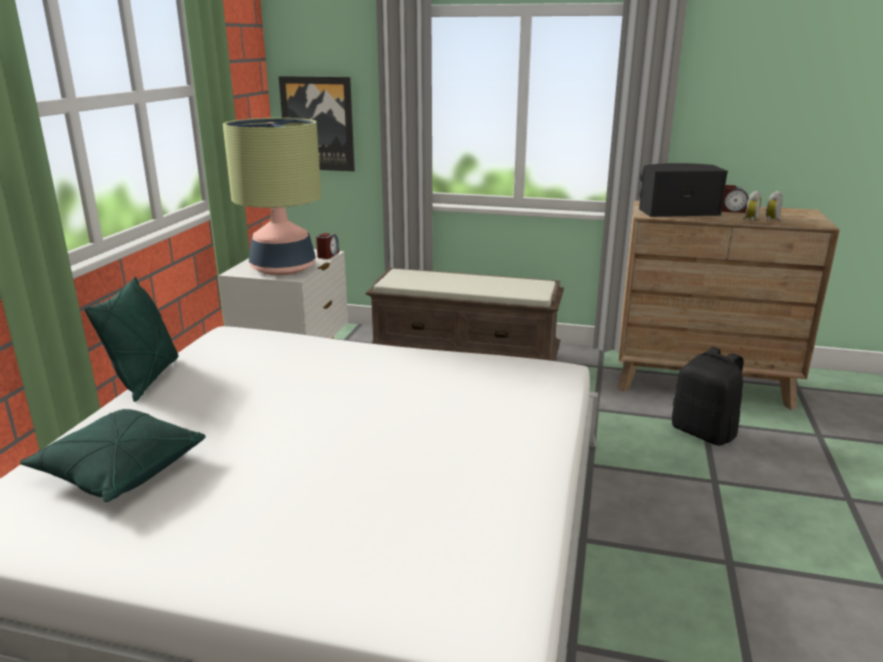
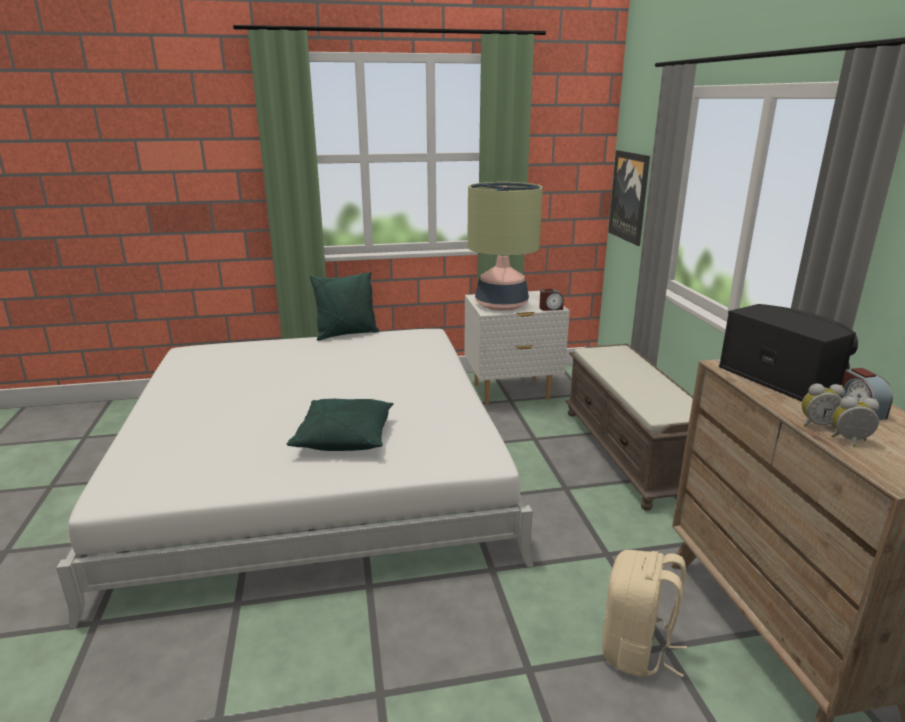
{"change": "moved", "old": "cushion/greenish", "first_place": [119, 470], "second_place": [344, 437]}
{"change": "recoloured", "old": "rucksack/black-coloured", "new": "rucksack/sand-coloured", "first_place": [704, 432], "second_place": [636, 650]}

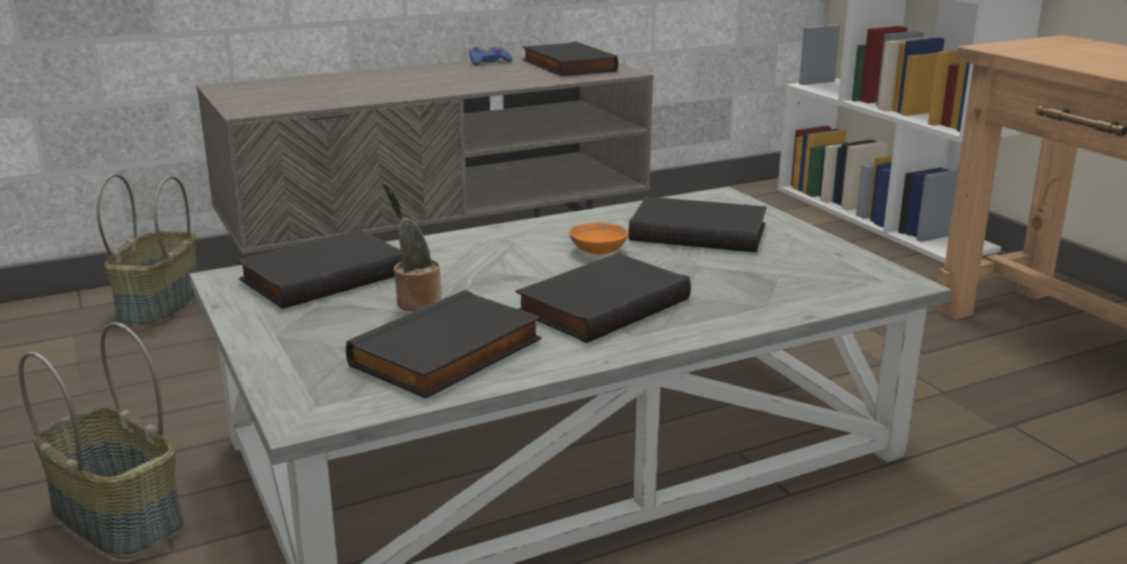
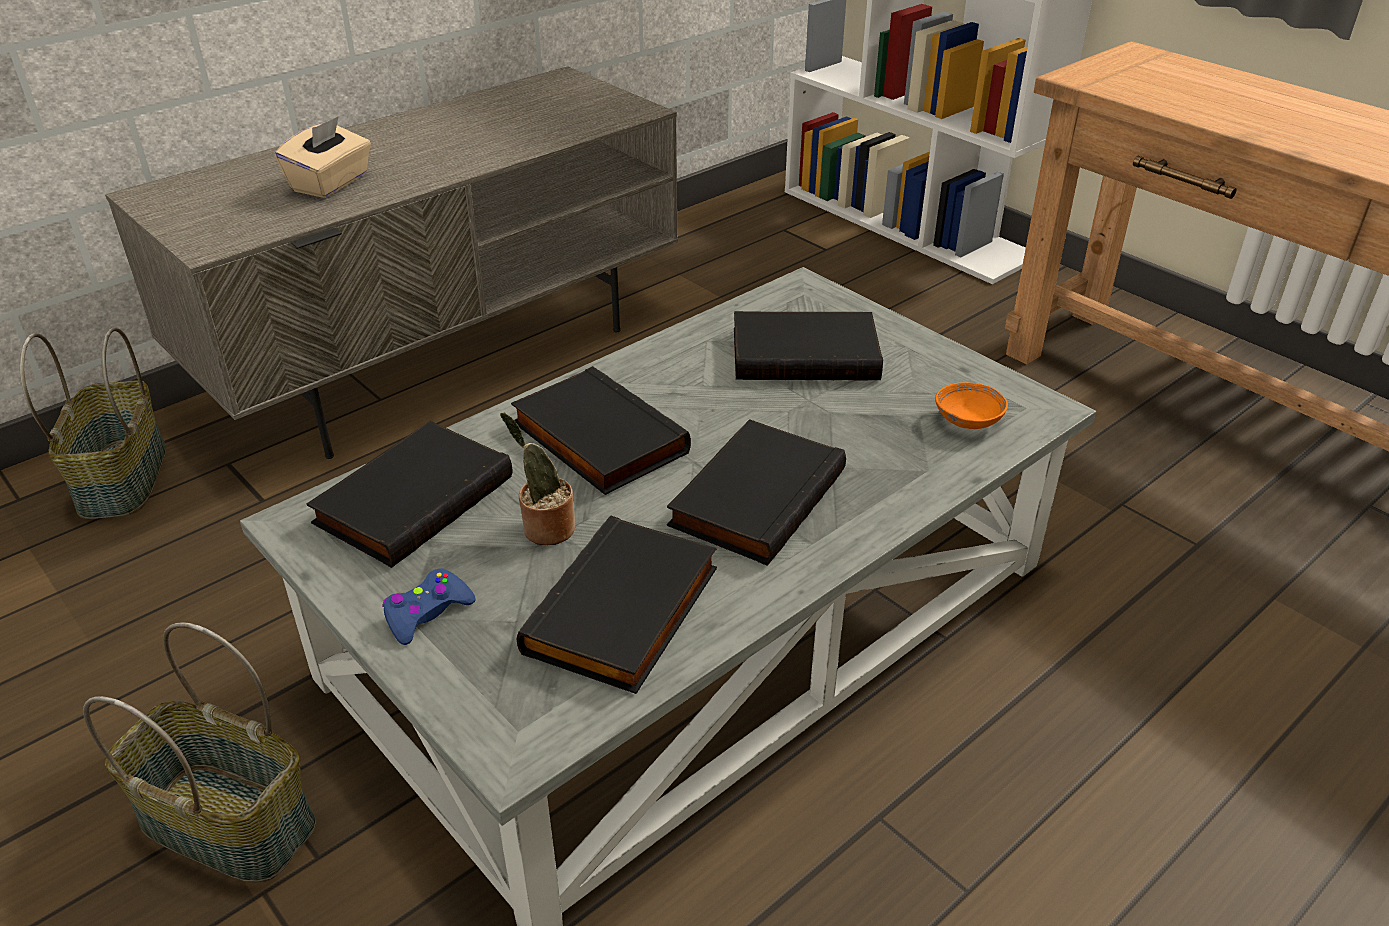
{"change": "added", "new": "box of tissues/sand-coloured", "second_place": [331, 183]}
{"change": "moved", "old": "joypad/blue-coloured", "first_place": [488, 62], "second_place": [427, 613]}
{"change": "moved", "old": "volume/black-coloured", "first_place": [566, 66], "second_place": [595, 438]}
{"change": "moved", "old": "bowl/orange", "first_place": [598, 251], "second_place": [967, 421]}

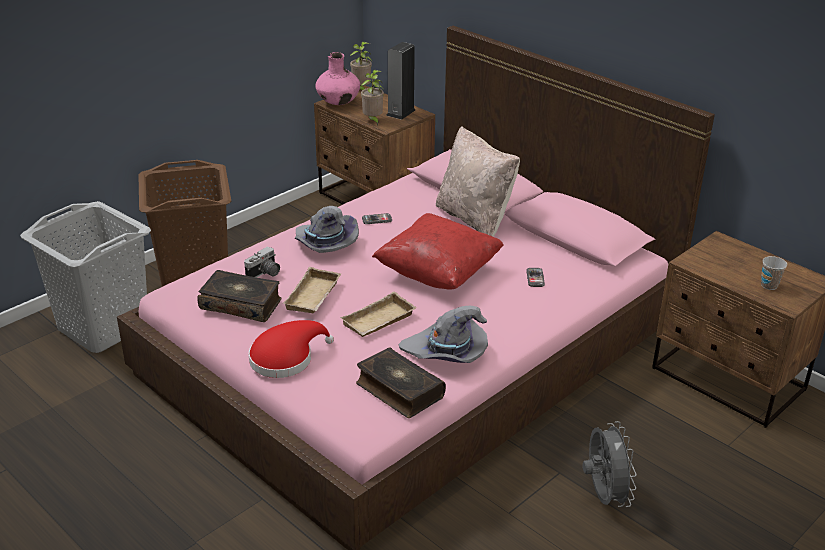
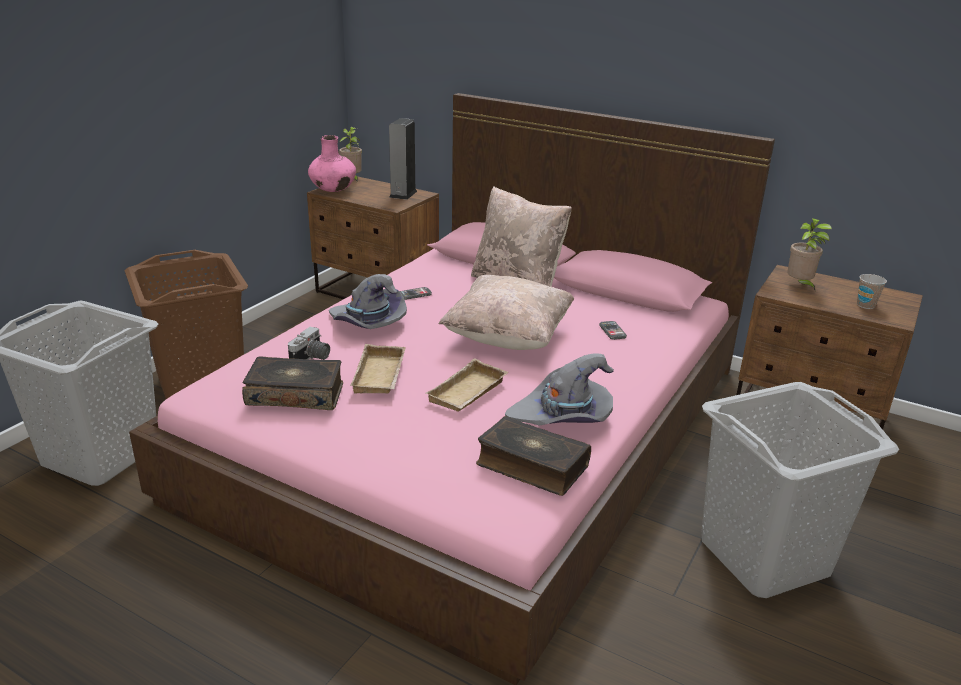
{"change": "recoloured", "old": "cushion/red-coloured", "new": "cushion/sand-coloured", "first_place": [438, 273], "second_place": [508, 337]}
{"change": "replaced", "old": "electric fan/grey", "new": "laundry basket/grey", "first_place": [603, 496], "second_place": [763, 556]}
{"change": "moved", "old": "houseplant", "first_place": [372, 121], "second_place": [800, 285]}
{"change": "removed", "old": "hat/red-coloured", "first_place": [286, 358]}

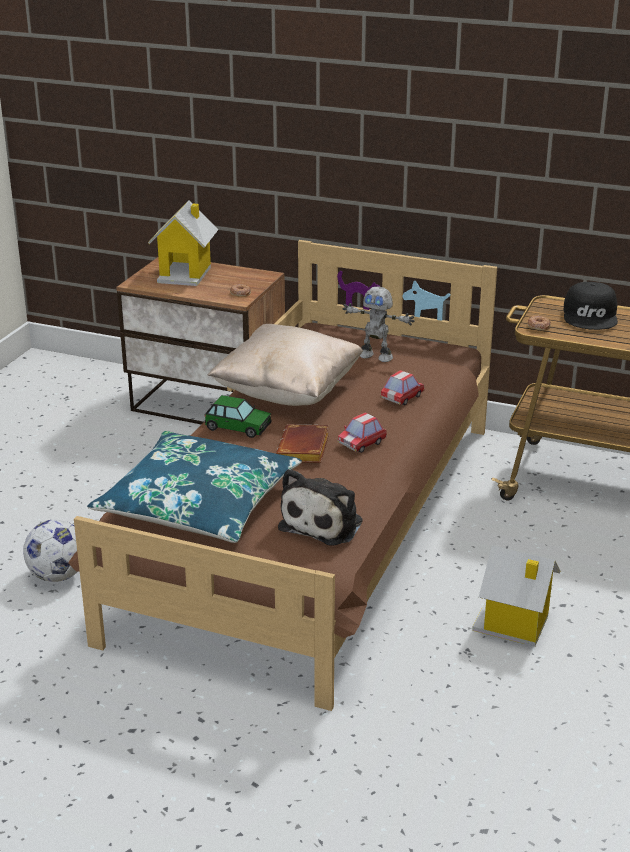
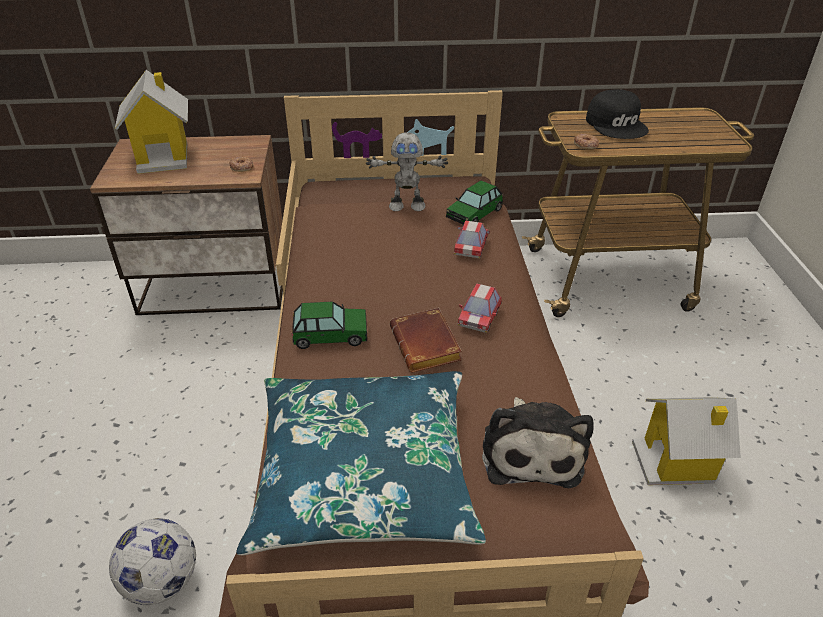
{"change": "added", "new": "model car", "second_place": [474, 214]}
{"change": "removed", "old": "cushion/sand-coloured", "first_place": [288, 393]}

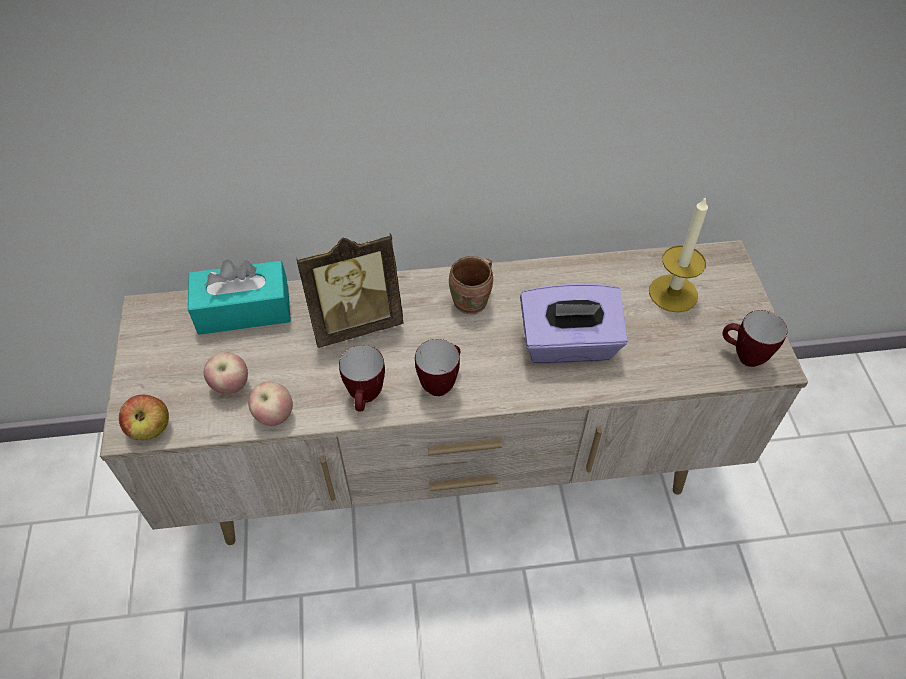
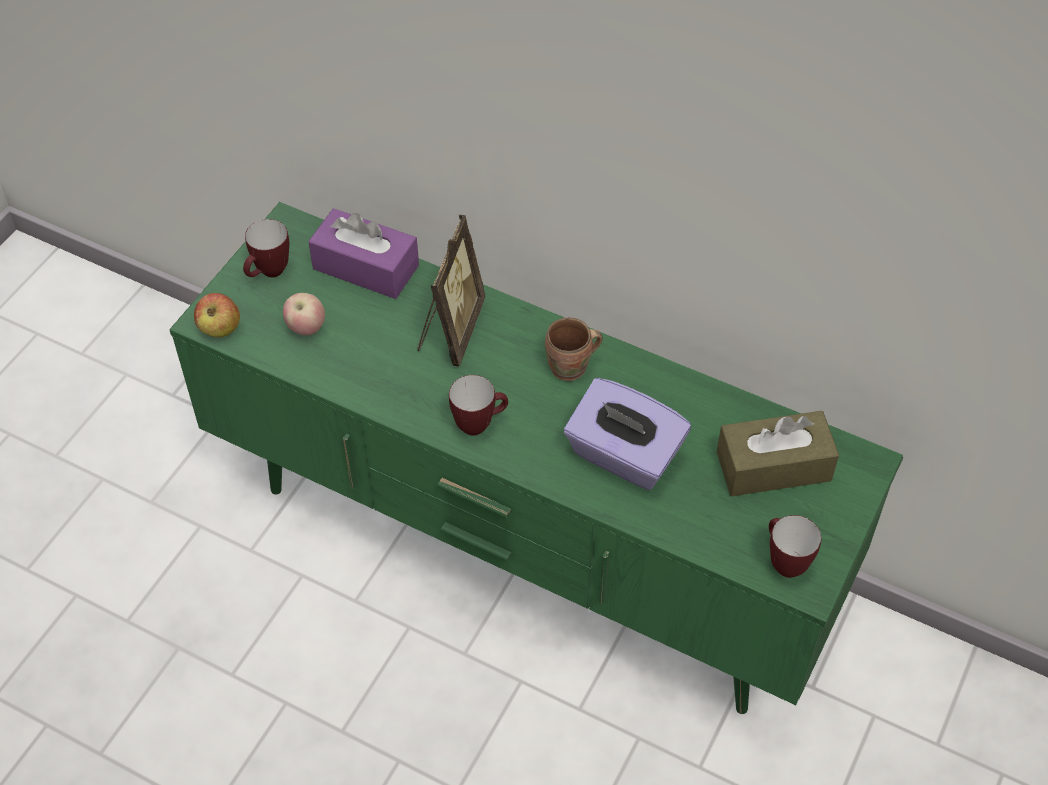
{"change": "recoloured", "old": "tv stand/sand-coloured", "new": "tv stand/greenish", "first_place": [452, 473], "second_place": [524, 553]}
{"change": "moved", "old": "coffee mug", "first_place": [366, 399], "second_place": [269, 274]}
{"change": "recoloured", "old": "box of tissues/blue-green", "new": "box of tissues/purple-coloured", "first_place": [244, 310], "second_place": [366, 267]}
{"change": "turned", "old": "photo frame", "first_place": [355, 323], "second_place": [450, 330], "degrees": -90}
{"change": "replaced", "old": "candle", "new": "box of tissues/brown-coloured", "first_place": [673, 293], "second_place": [773, 466]}
{"change": "removed", "old": "whole apple", "first_place": [274, 416]}

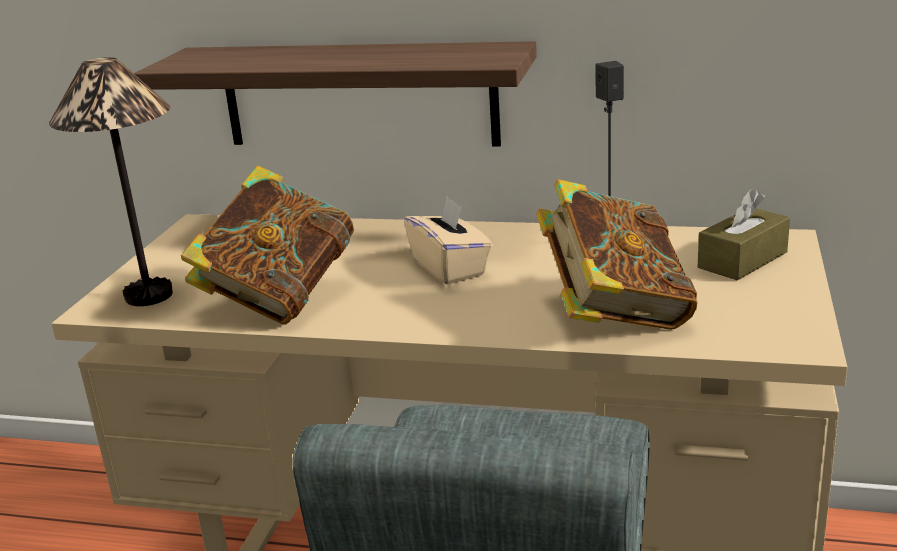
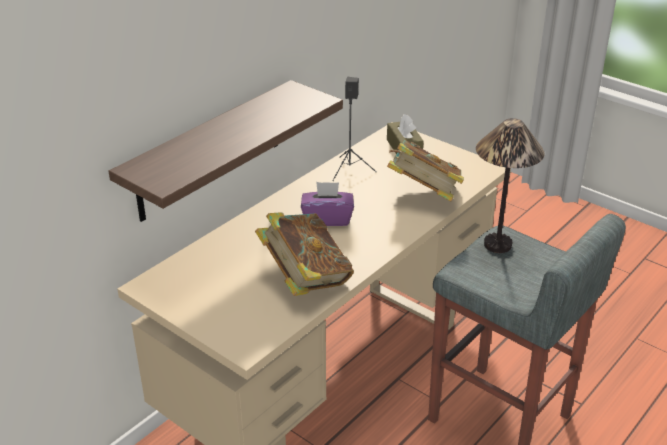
{"change": "recoloured", "old": "box of tissues/sand-coloured", "new": "box of tissues/purple-coloured", "first_place": [450, 268], "second_place": [327, 219]}
{"change": "moved", "old": "lamp for a table", "first_place": [149, 295], "second_place": [497, 244]}

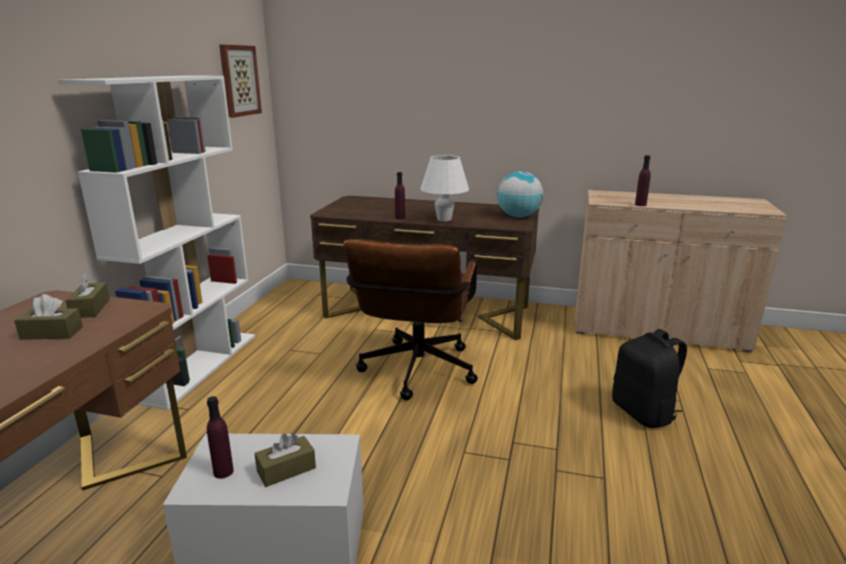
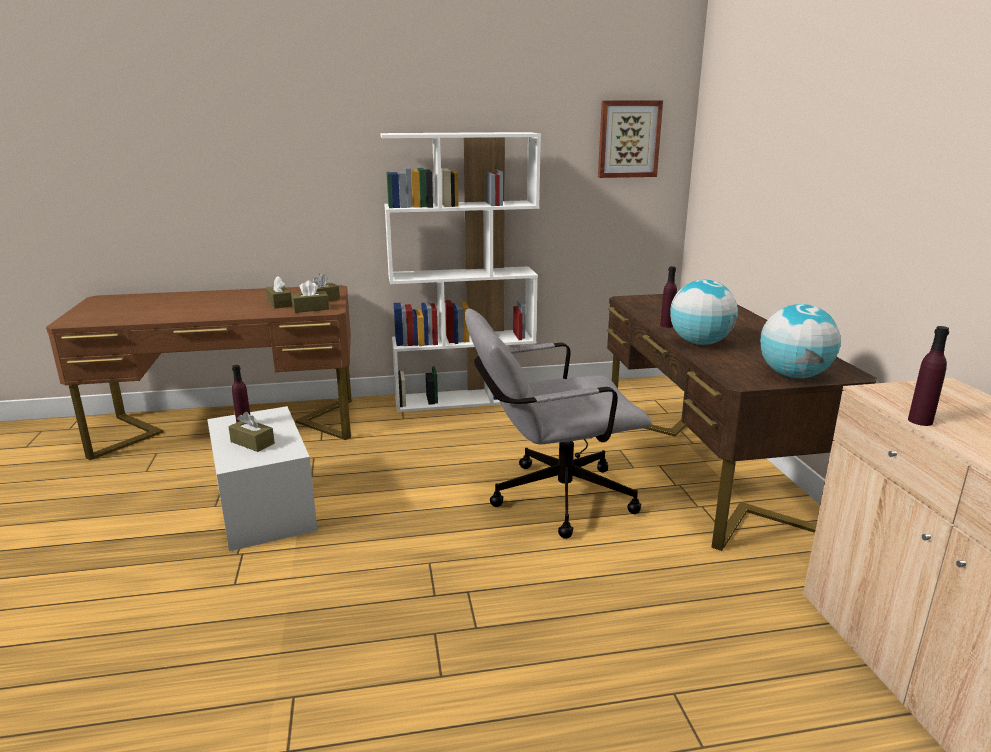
{"change": "added", "new": "box of tissues/brown-coloured", "second_place": [311, 309]}
{"change": "recoloured", "old": "desk chair/brown-coloured", "new": "desk chair/grey", "first_place": [415, 374], "second_place": [550, 498]}
{"change": "replaced", "old": "lamp for a table/white-coloured", "new": "world globe", "first_place": [444, 219], "second_place": [699, 343]}
{"change": "removed", "old": "rucksack/black-coloured", "first_place": [644, 413]}

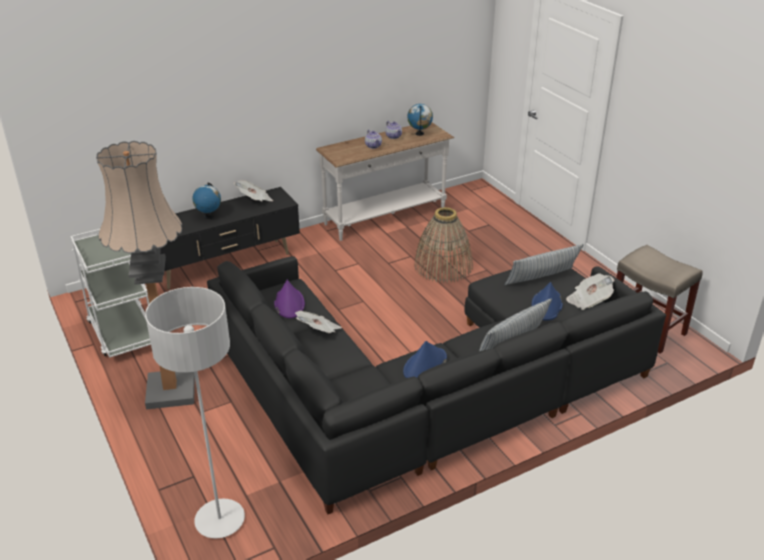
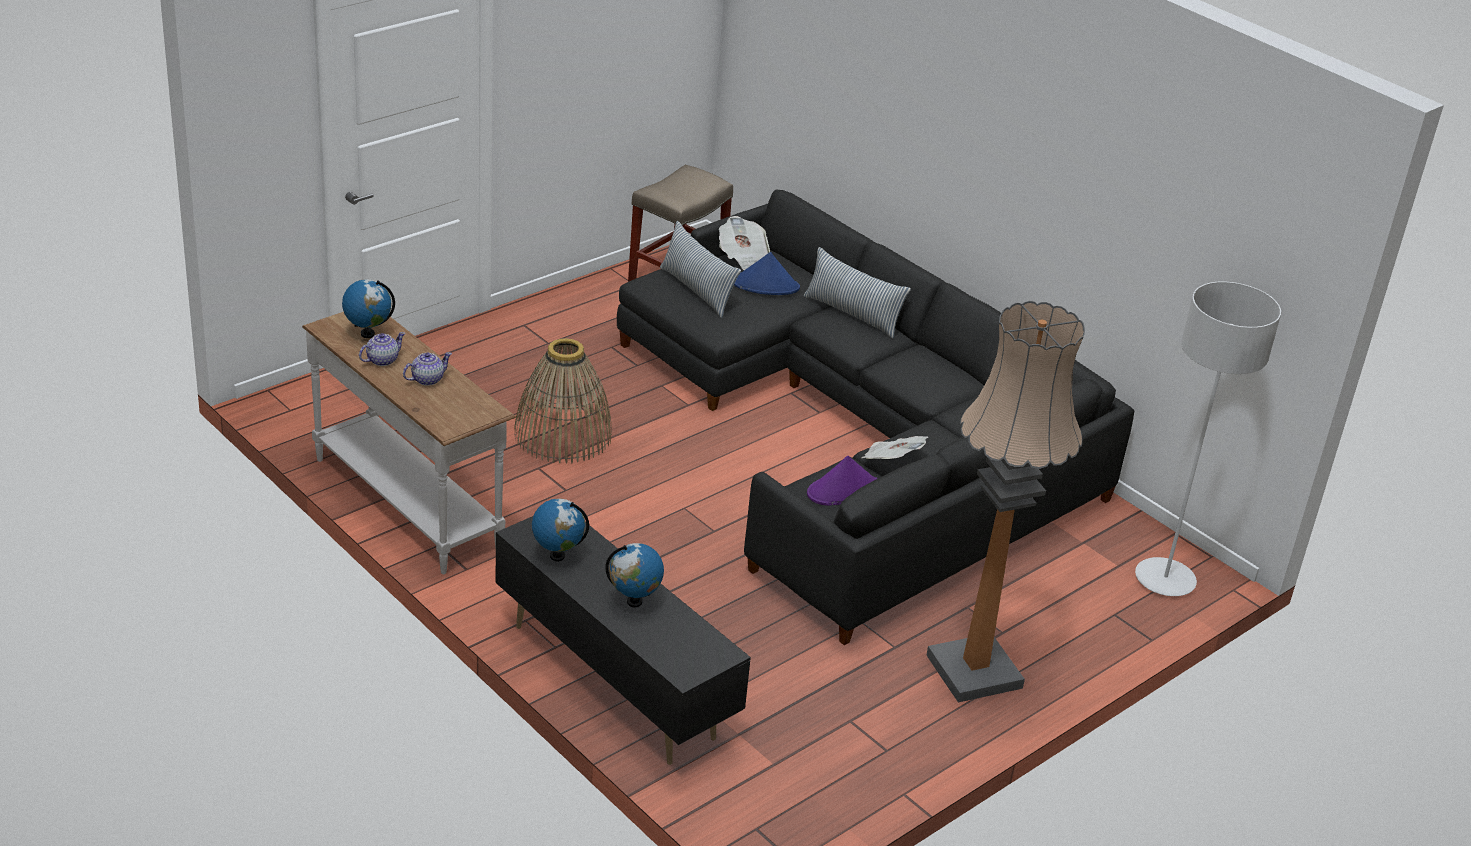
{"change": "replaced", "old": "printed paper", "new": "world globe", "first_place": [254, 200], "second_place": [557, 555]}
{"change": "removed", "old": "cart/white-coloured", "first_place": [123, 332]}
{"change": "removed", "old": "hat/blue-coloured", "first_place": [425, 365]}

